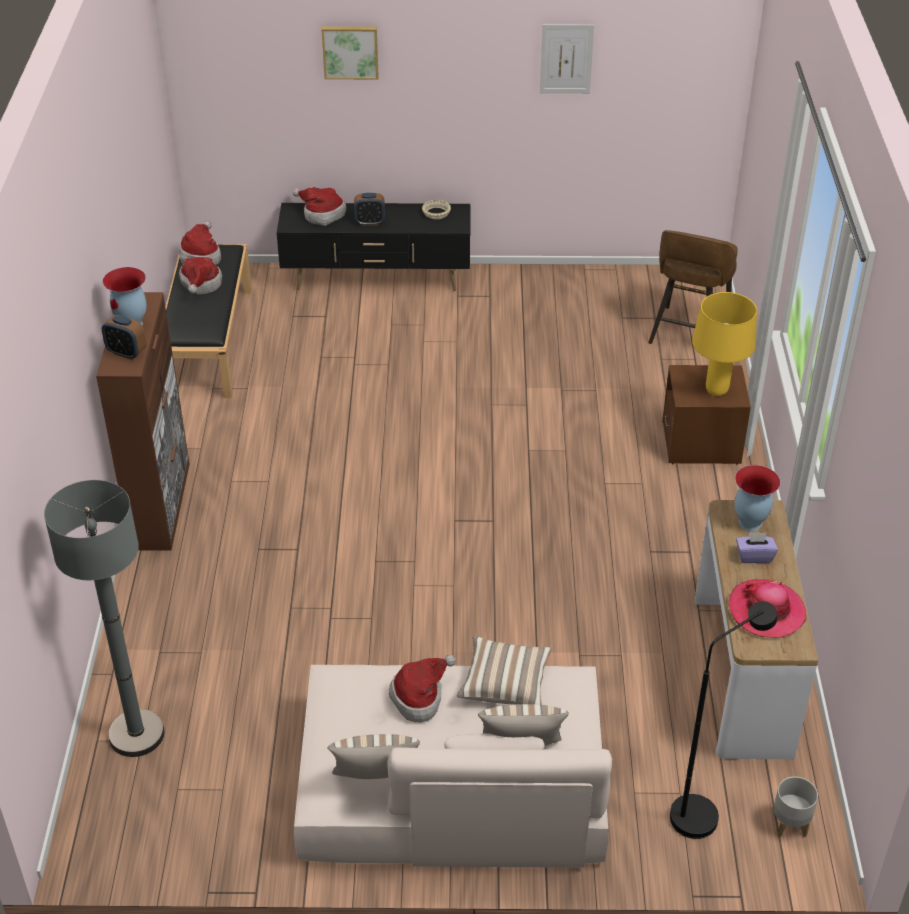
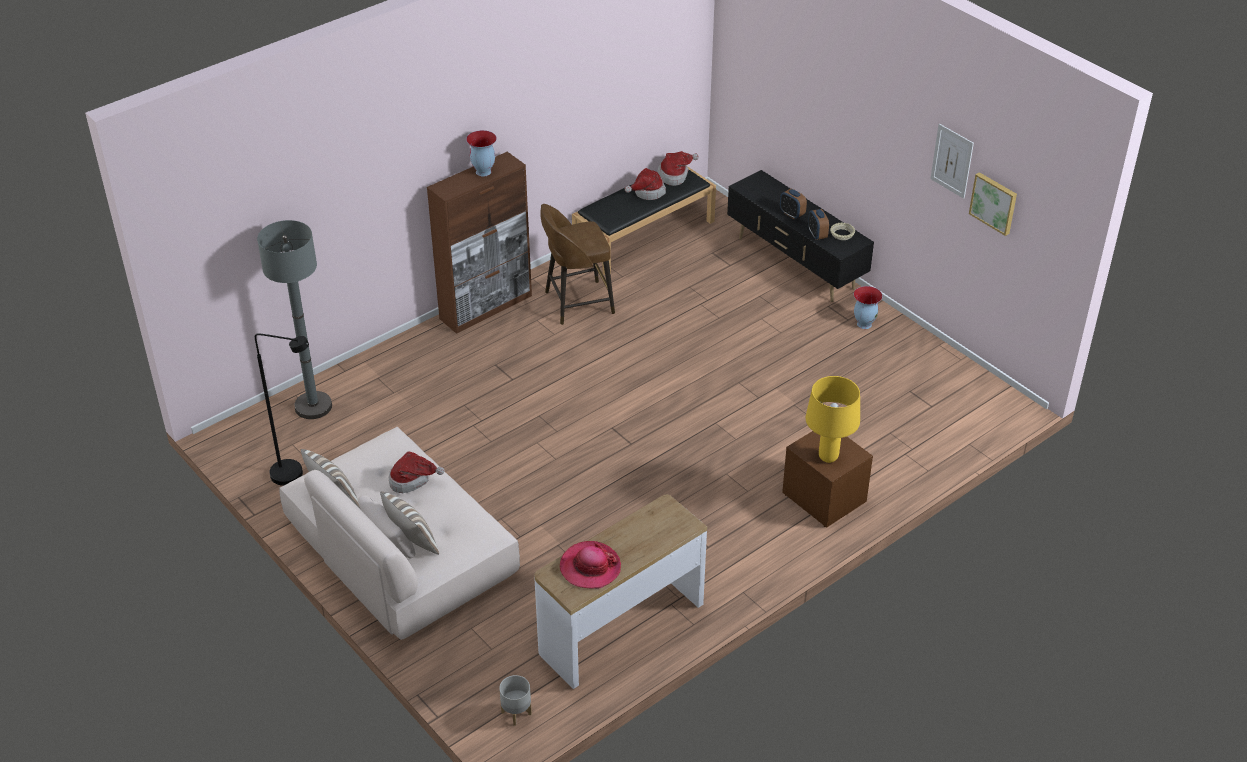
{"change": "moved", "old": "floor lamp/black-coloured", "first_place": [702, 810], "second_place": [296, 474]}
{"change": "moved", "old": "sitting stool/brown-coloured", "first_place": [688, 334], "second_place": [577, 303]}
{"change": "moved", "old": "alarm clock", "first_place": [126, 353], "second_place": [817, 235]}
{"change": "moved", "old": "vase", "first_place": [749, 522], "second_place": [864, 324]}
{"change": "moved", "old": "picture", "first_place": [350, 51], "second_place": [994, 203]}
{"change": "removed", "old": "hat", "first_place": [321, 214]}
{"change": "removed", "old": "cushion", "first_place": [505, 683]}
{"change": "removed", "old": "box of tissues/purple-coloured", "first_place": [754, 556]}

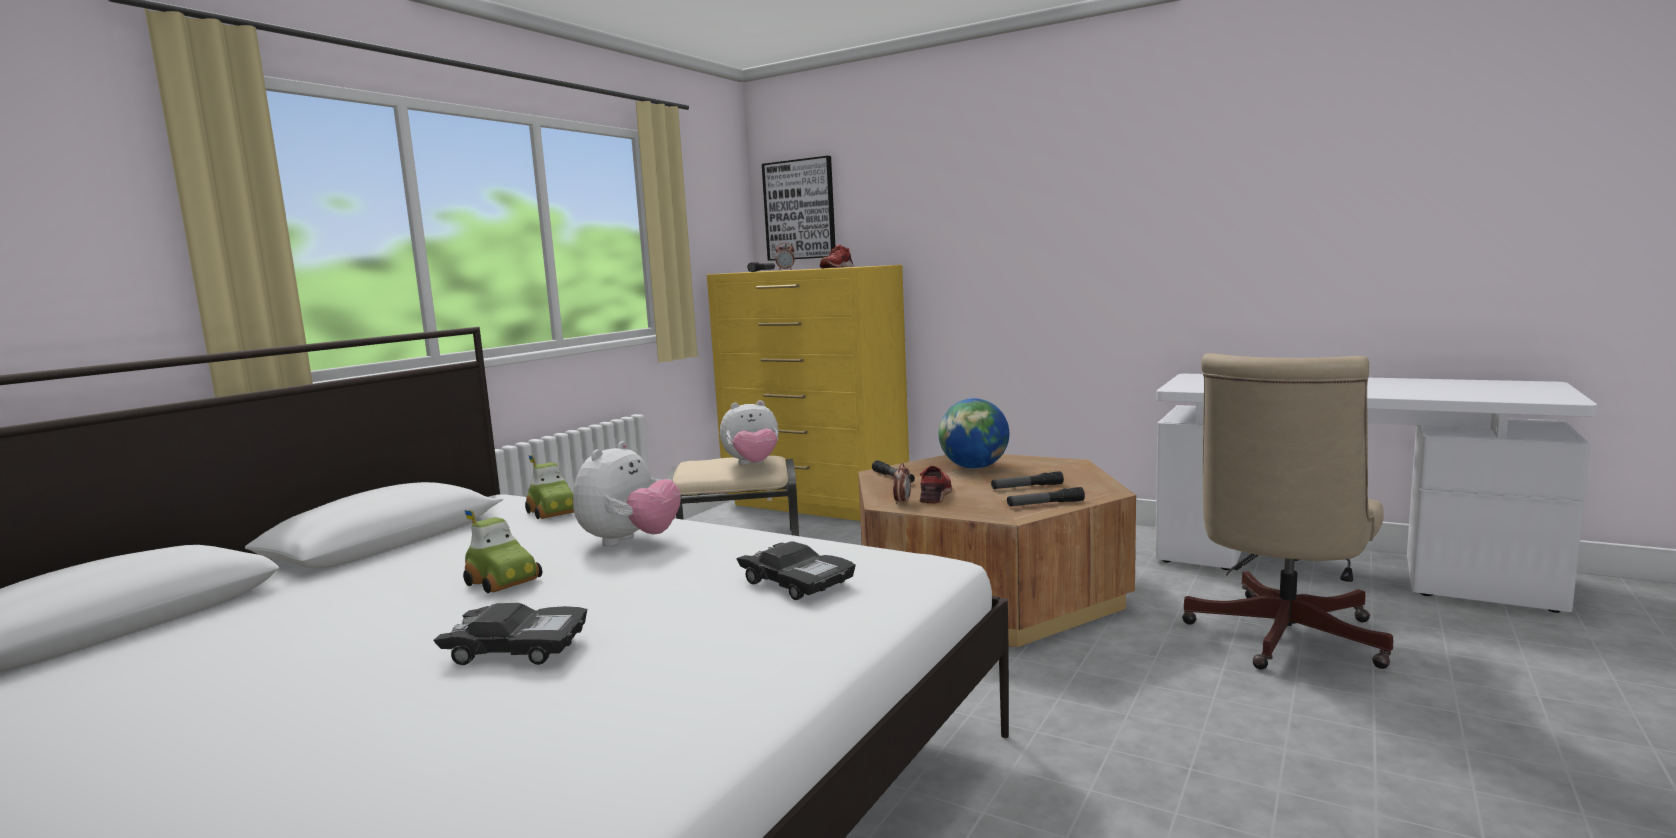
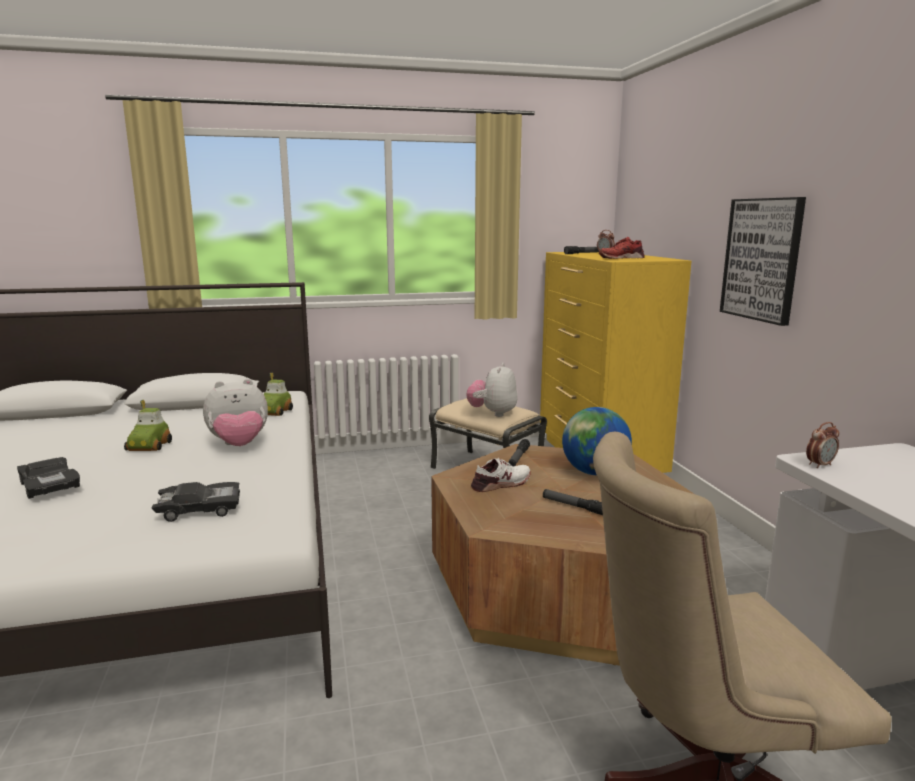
{"change": "turned", "old": "model car/black-coloured", "first_place": [796, 582], "second_place": [199, 509], "degrees": -105}
{"change": "turned", "old": "plush toy", "first_place": [753, 464], "second_place": [493, 413], "degrees": 75}
{"change": "recoloured", "old": "item of footwear/red-coloured", "new": "item of footwear/white-coloured", "first_place": [936, 494], "second_place": [501, 484]}
{"change": "moved", "old": "picture", "first_place": [800, 210], "second_place": [762, 259]}
{"change": "moved", "old": "alarm clock", "first_place": [902, 502], "second_place": [820, 465]}
{"change": "removed", "old": "flashlight", "first_place": [1045, 504]}

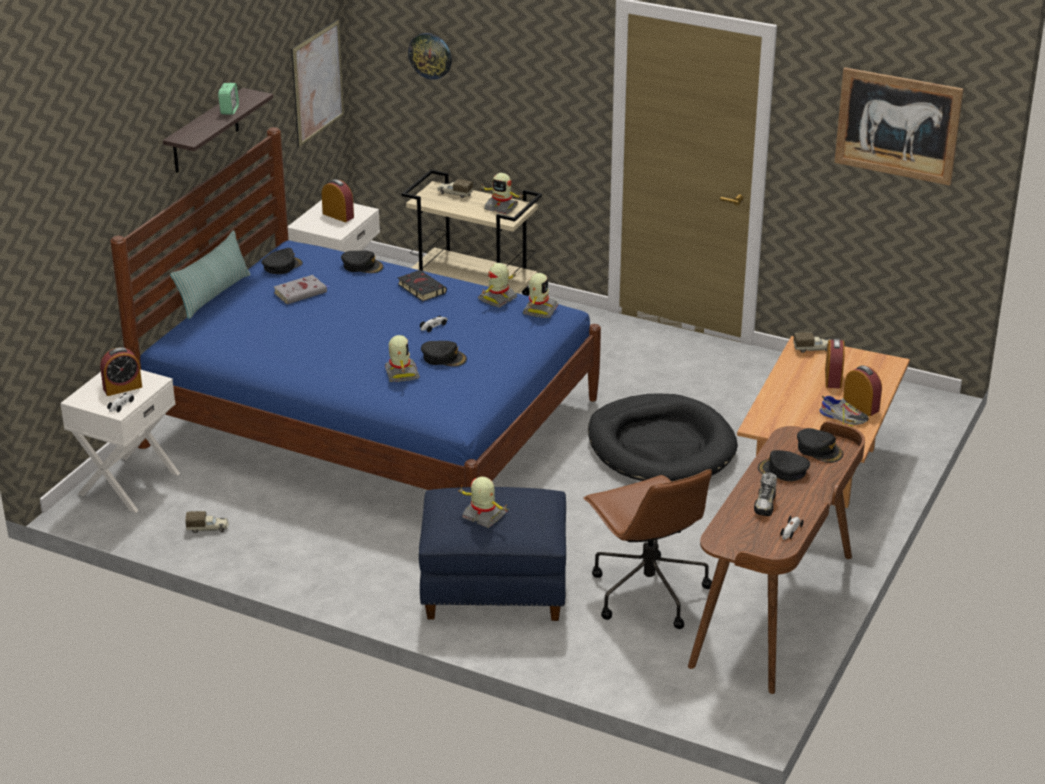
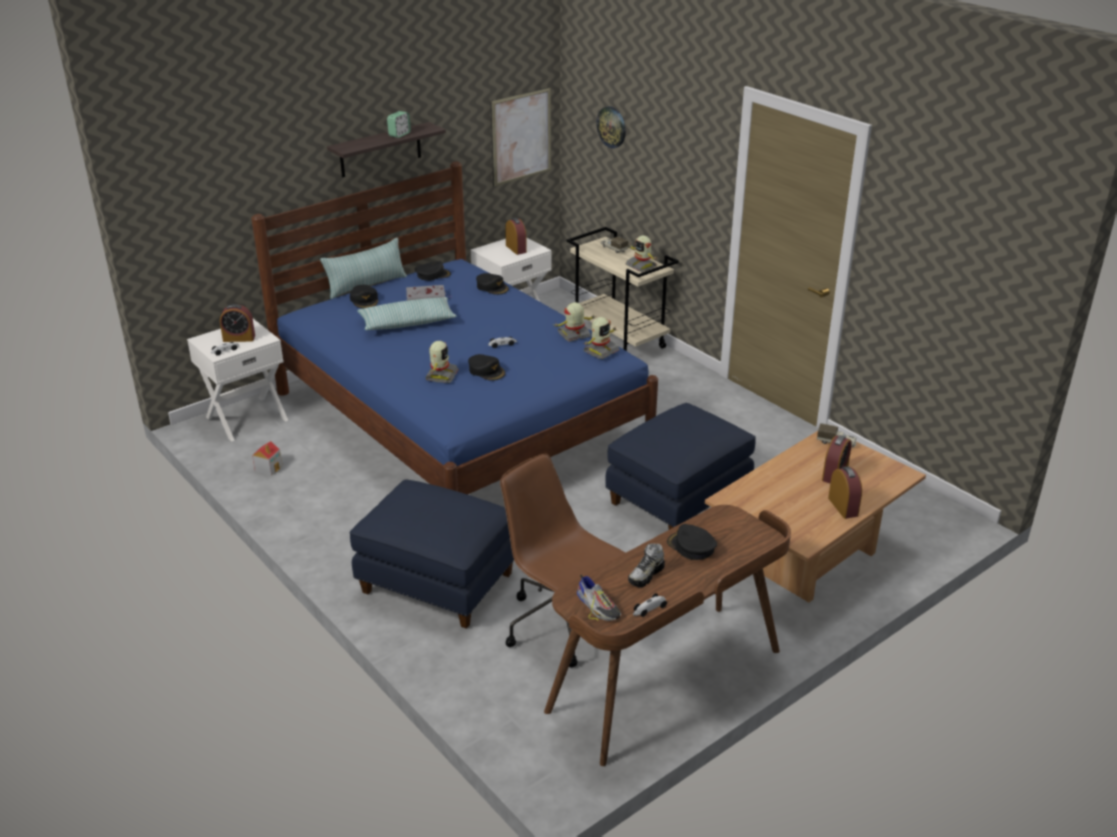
{"change": "replaced", "old": "toy lorry", "new": "model house", "first_place": [208, 528], "second_place": [268, 468]}
{"change": "moved", "old": "peaked cap/black-coloured", "first_place": [819, 450], "second_place": [365, 300]}
{"change": "added", "new": "cushion", "second_place": [407, 323]}
{"change": "turned", "old": "desk chair/brown-coloured", "first_place": [647, 592], "second_place": [563, 627], "degrees": 135}
{"change": "moved", "old": "item of footwear", "first_place": [843, 417], "second_place": [598, 606]}
{"change": "replaced", "old": "dog bed/black-coloured", "new": "ottoman/blue-coloured", "first_place": [660, 446], "second_place": [677, 498]}
{"change": "removed", "old": "volume/black-coloured", "first_place": [420, 288]}
{"change": "removed", "old": "model robot", "first_place": [483, 516]}
{"change": "removed", "old": "picture", "first_place": [898, 125]}

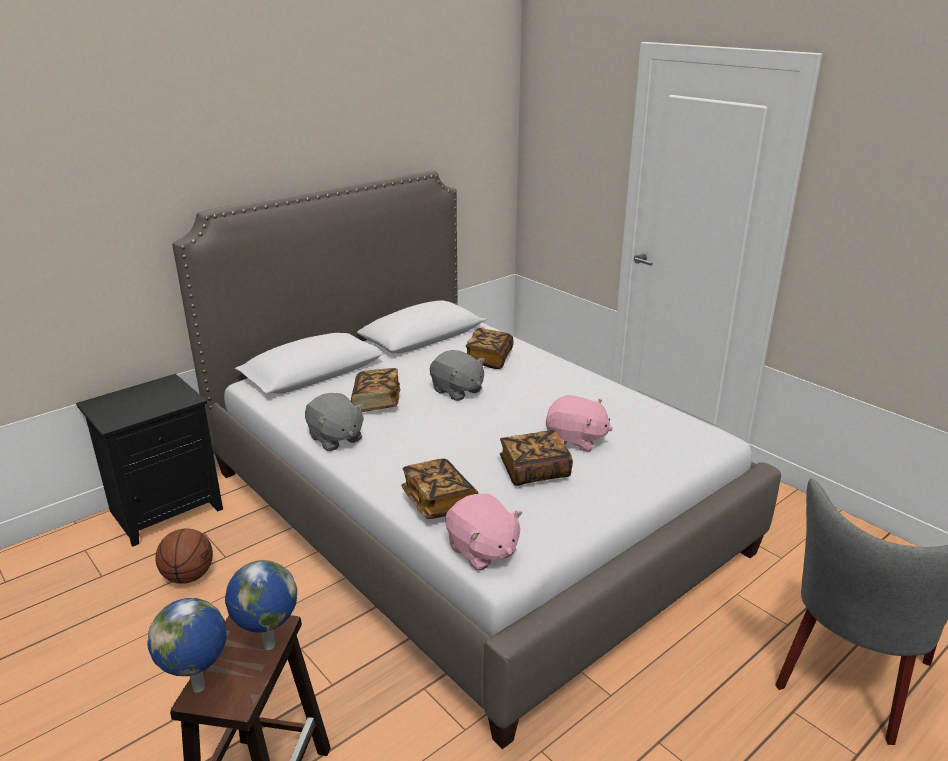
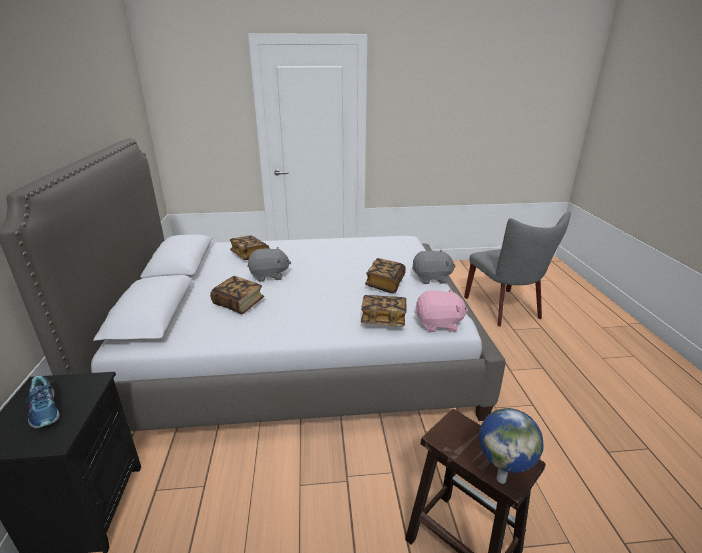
{"change": "added", "new": "item of footwear", "second_place": [46, 409]}
{"change": "moved", "old": "plush toy/grey", "first_place": [335, 438], "second_place": [431, 278]}
{"change": "removed", "old": "basketball", "first_place": [188, 576]}
{"change": "removed", "old": "world globe", "first_place": [268, 646]}
{"change": "removed", "old": "plush toy/pinkish", "first_place": [576, 440]}

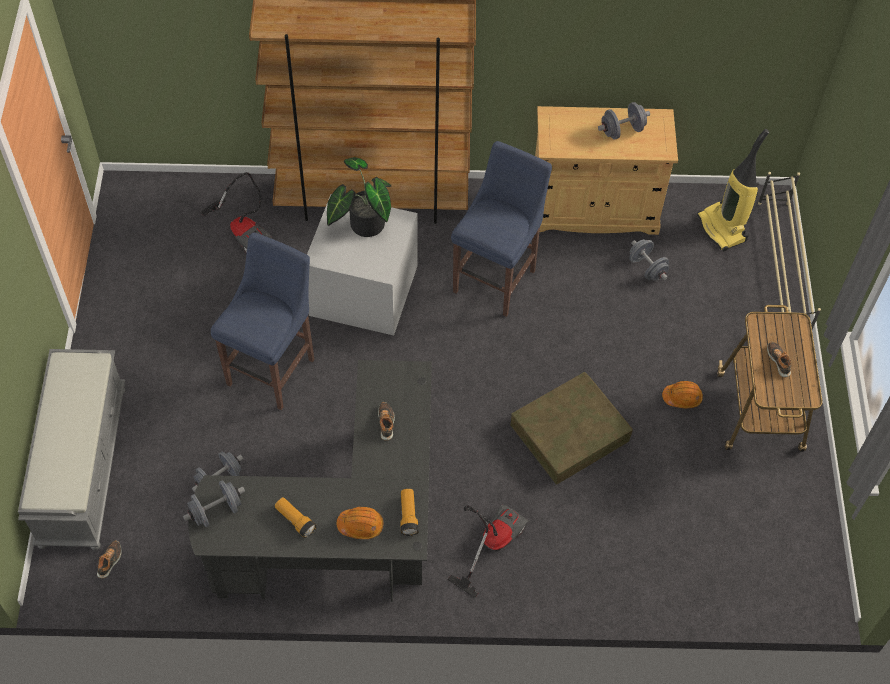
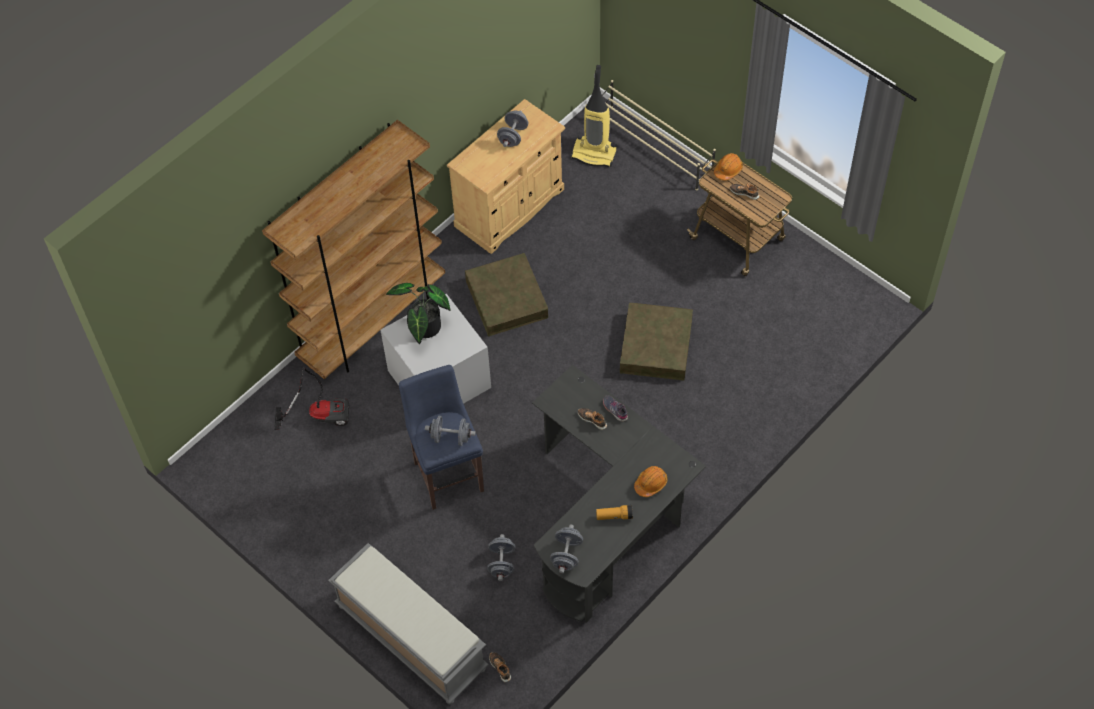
{"change": "moved", "old": "free weight/grey", "first_place": [647, 268], "second_place": [451, 437]}
{"change": "replaced", "old": "sitting stool/blue-coloured", "new": "storage bin/brown-coloured", "first_place": [497, 278], "second_place": [507, 299]}
{"change": "added", "new": "item of footwear/grey", "second_place": [615, 410]}
{"change": "moved", "old": "safety helmet/orange", "first_place": [682, 397], "second_place": [728, 170]}
{"change": "removed", "old": "flashlight", "first_place": [408, 515]}
{"change": "removed", "old": "vacuum cleaner", "first_place": [491, 543]}

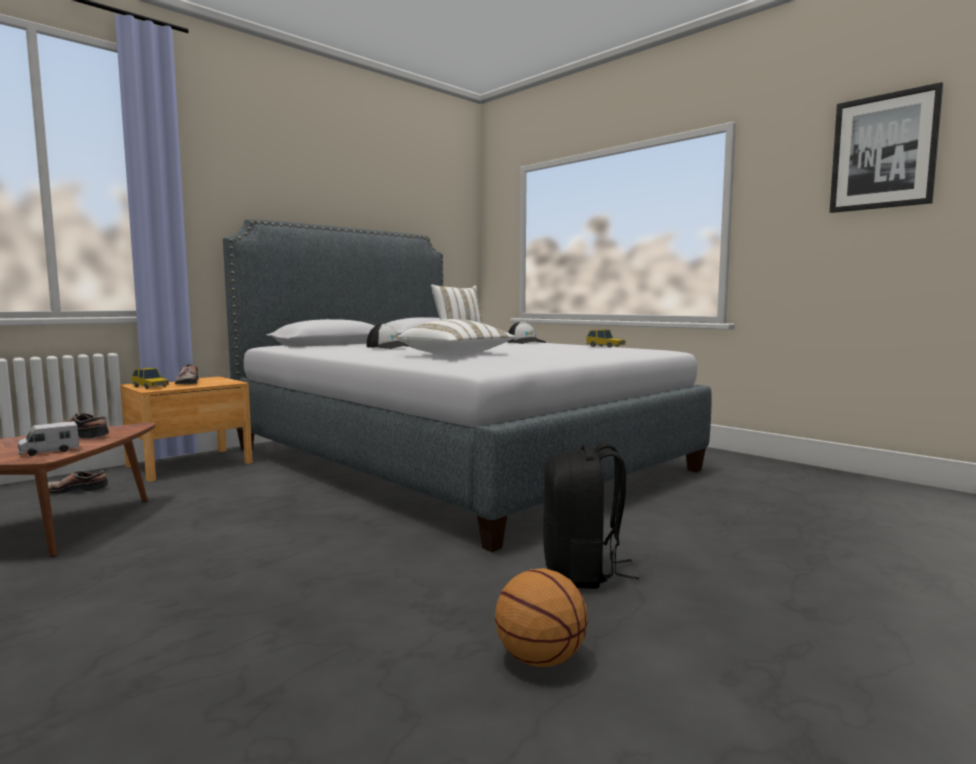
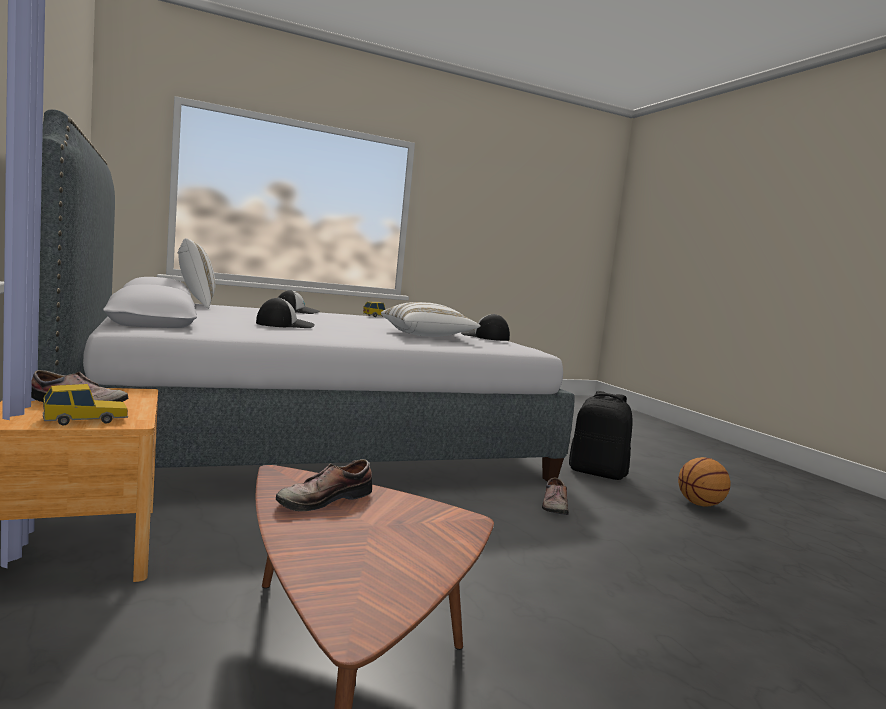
{"change": "added", "new": "peaked cap", "second_place": [485, 337]}
{"change": "moved", "old": "item of footwear", "first_place": [75, 490], "second_place": [553, 506]}
{"change": "removed", "old": "toy lorry", "first_place": [49, 451]}
{"change": "removed", "old": "picture", "first_place": [883, 152]}

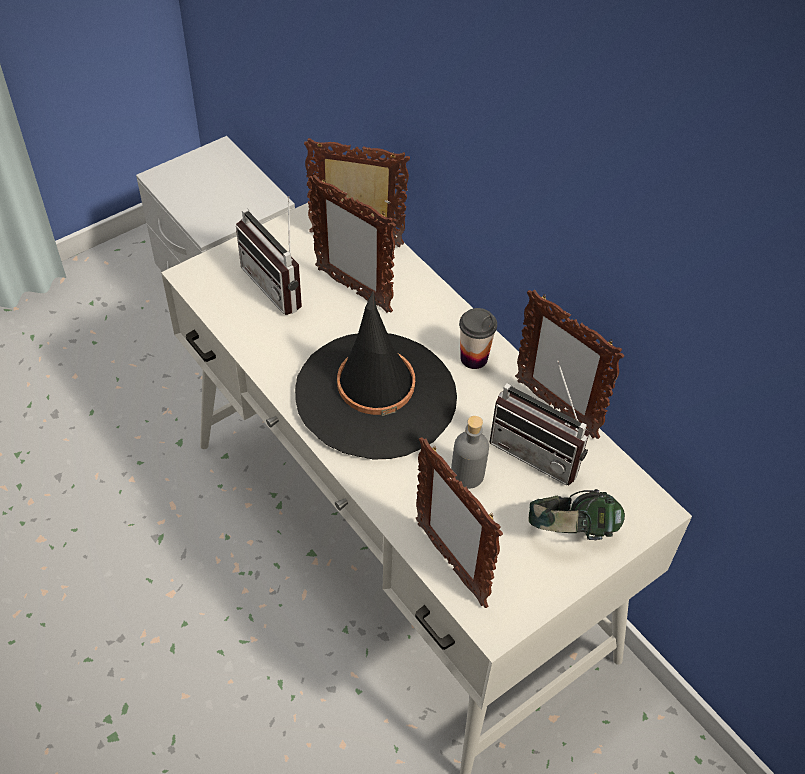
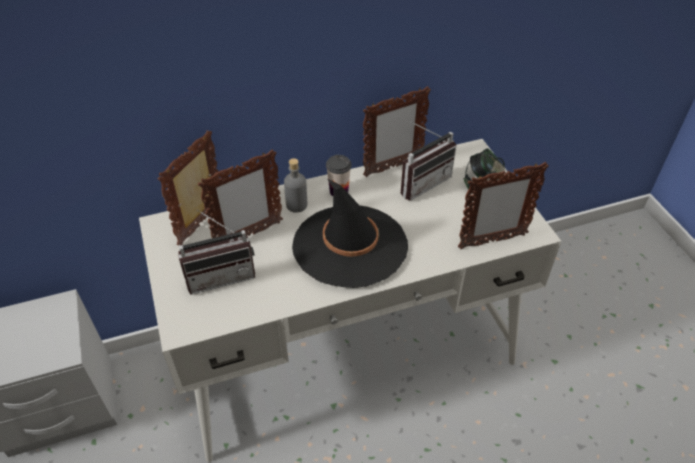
{"change": "moved", "old": "drink bottle/grey", "first_place": [467, 474], "second_place": [296, 205]}

